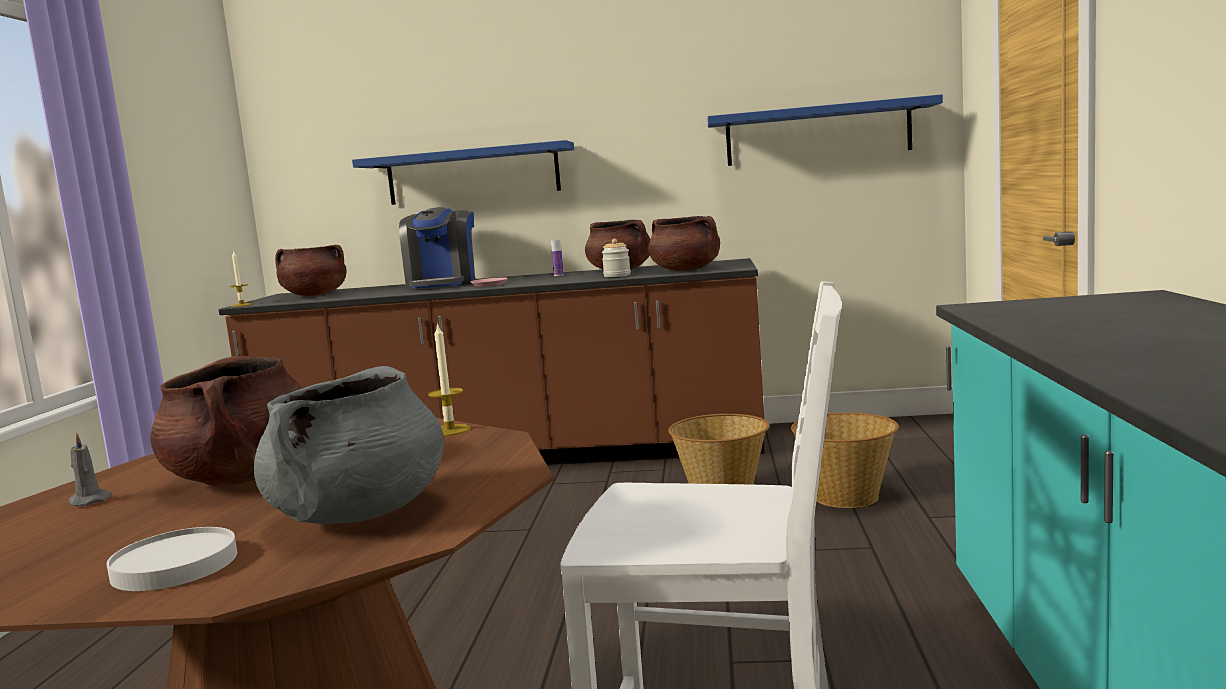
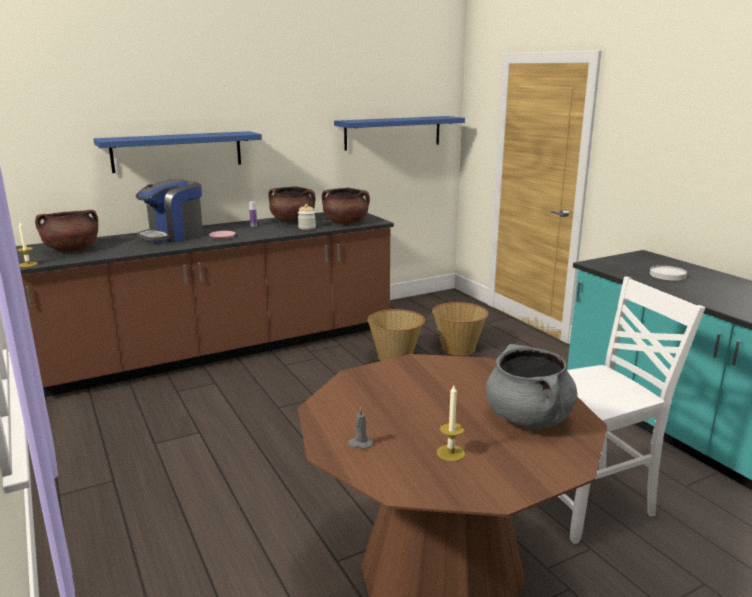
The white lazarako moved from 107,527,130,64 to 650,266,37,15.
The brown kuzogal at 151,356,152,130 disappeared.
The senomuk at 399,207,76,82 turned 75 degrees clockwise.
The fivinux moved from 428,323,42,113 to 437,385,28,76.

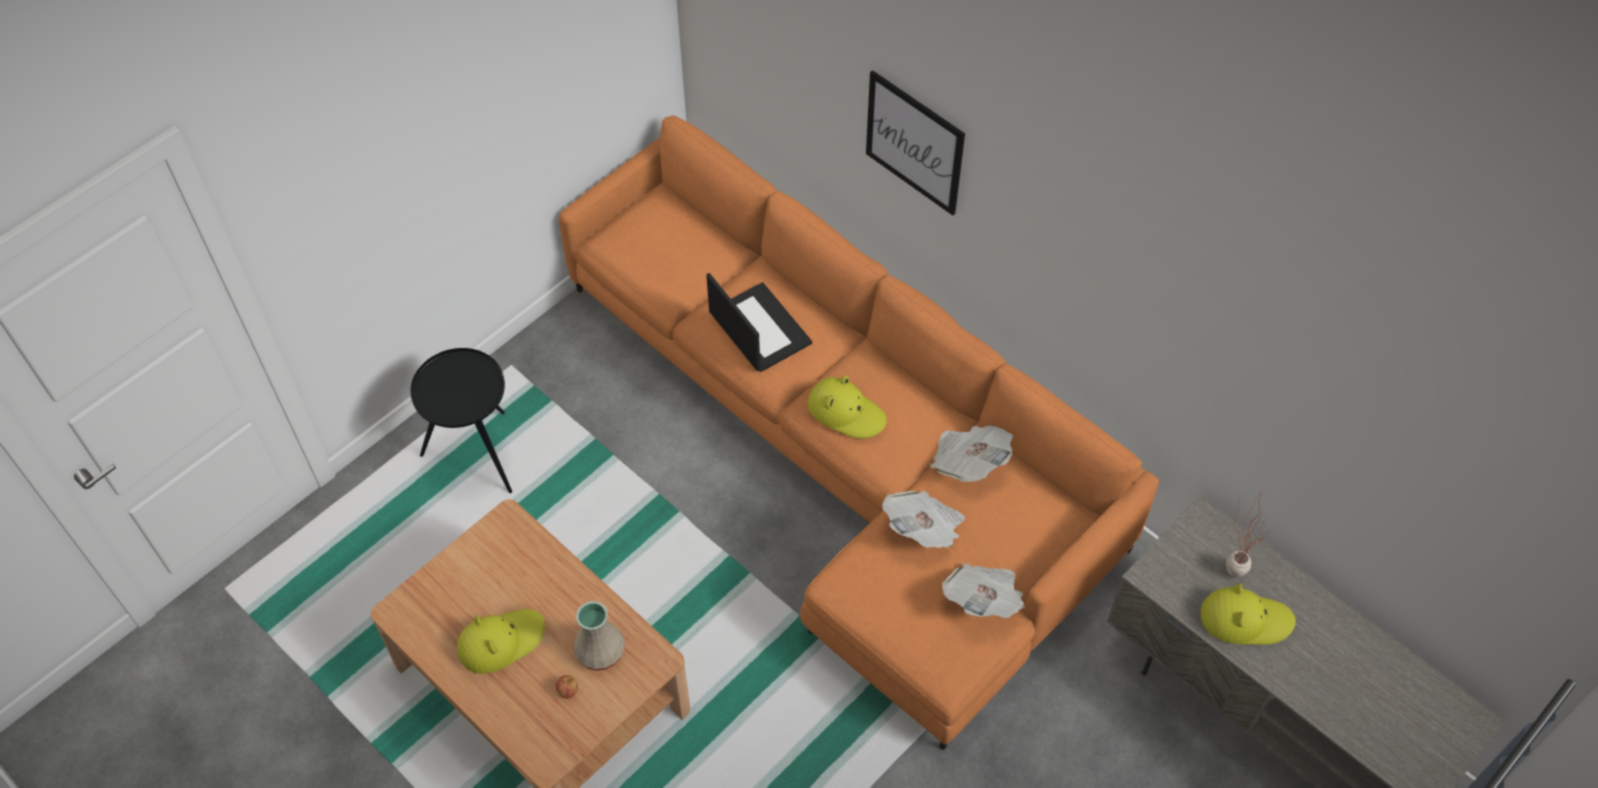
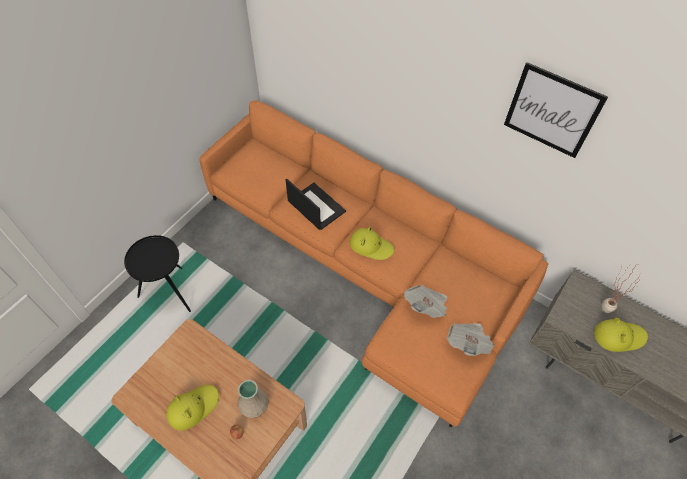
The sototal moved from 866,70,99,146 to 504,62,104,96.
The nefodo at 930,425,83,57 disappeared.

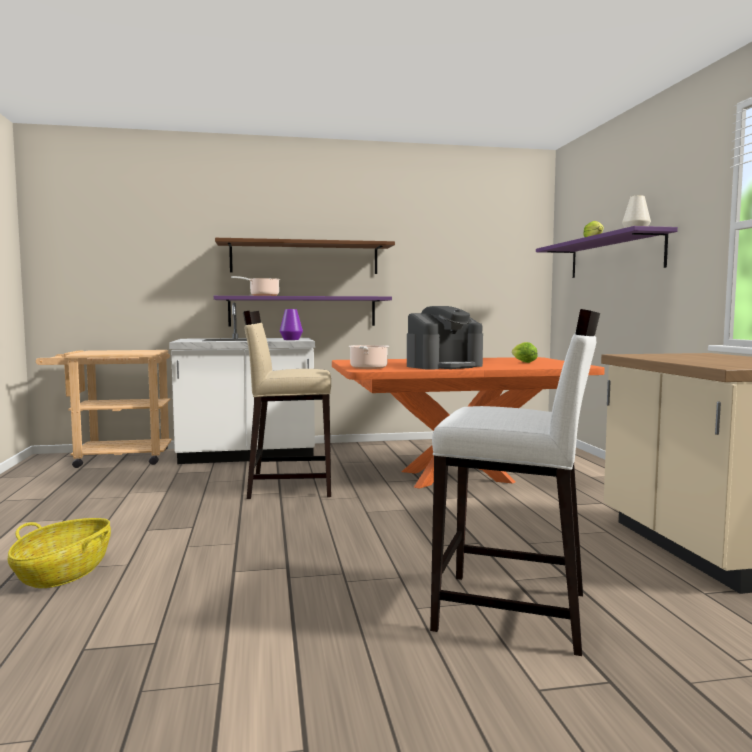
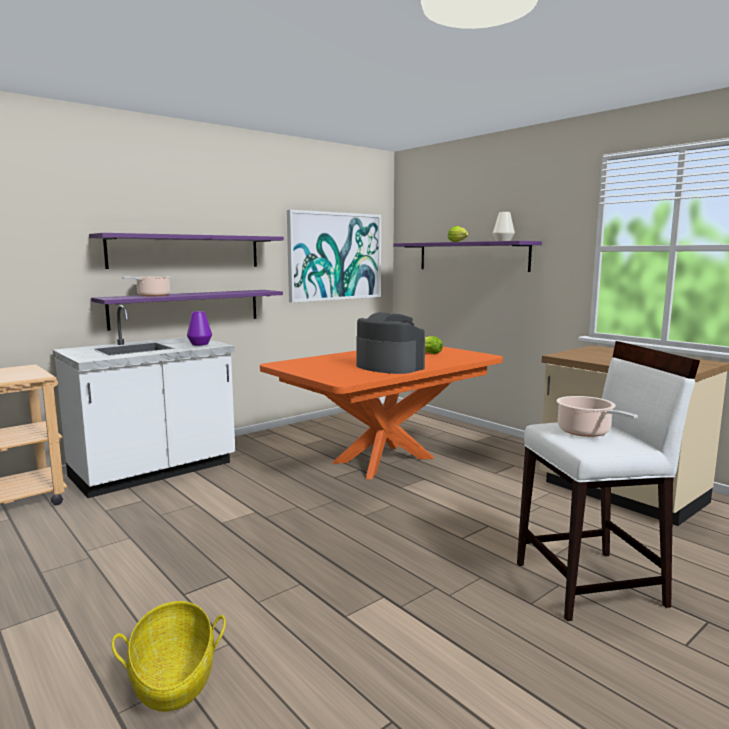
The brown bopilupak at 215,238,180,36 became the purple bopilupak at 89,233,195,36.
The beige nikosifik at 243,311,88,188 disappeared.
The kuzogal moved from 348,345,41,24 to 556,396,82,41.
The senomuk at 407,306,76,64 turned 75 degrees counterclockwise.
The sototal at 287,210,94,93 appeared.

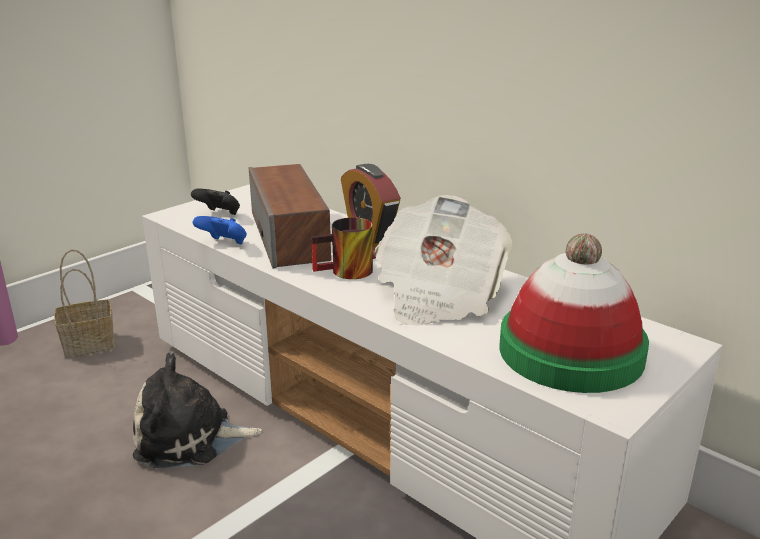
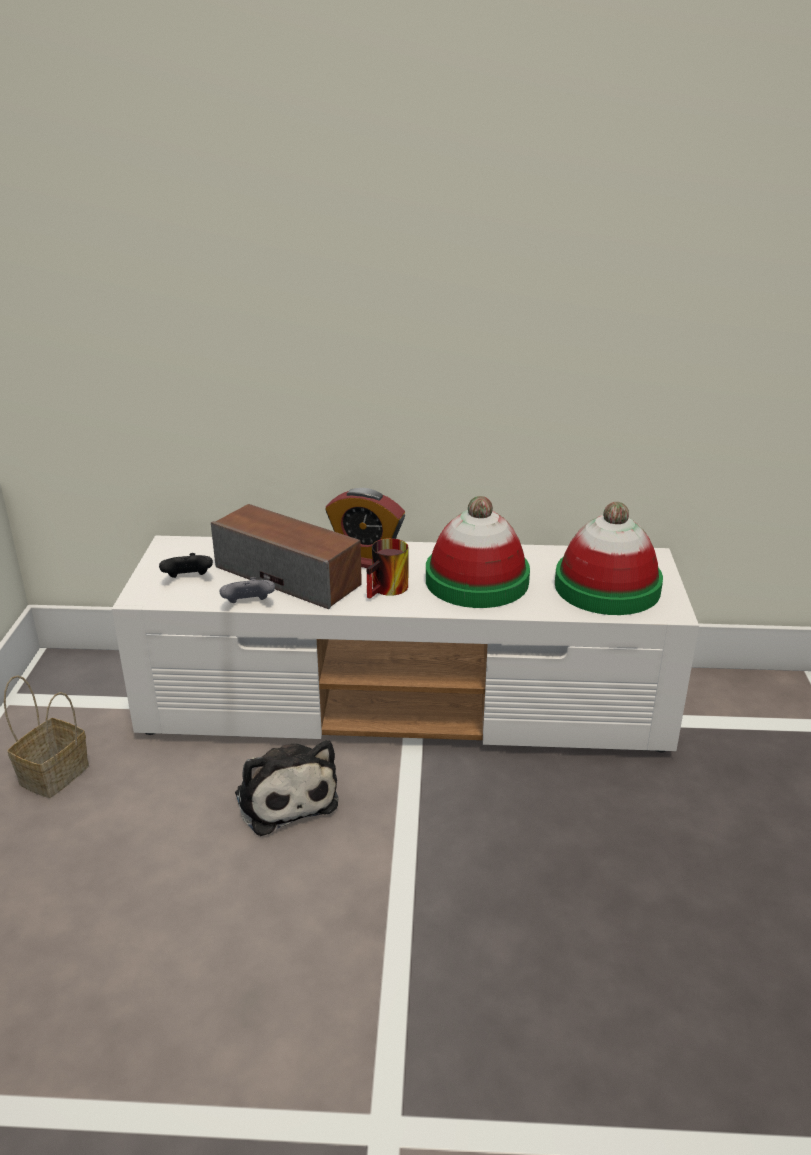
The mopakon at 133,352,129,116 turned 75 degrees counterclockwise.
The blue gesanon at 193,216,54,28 became the grey gesanon at 220,577,55,26.
The nefodo at 374,195,139,131 was replaced by the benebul at 426,496,104,112.

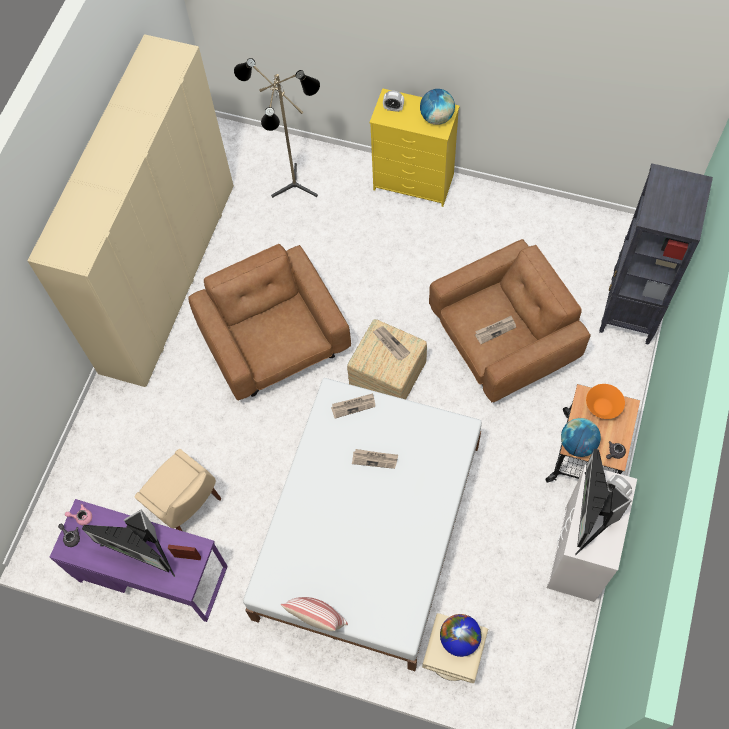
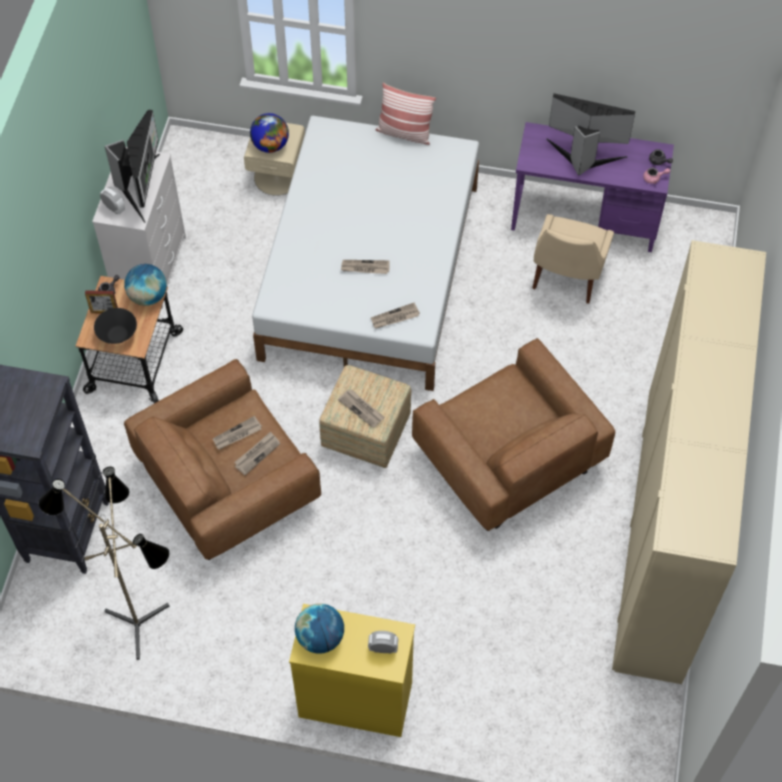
The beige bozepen at 134,449,87,82 turned 105 degrees counterclockwise.
The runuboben moved from 168,545,33,15 to 85,290,33,23.
The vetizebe moved from 234,58,86,140 to 38,467,132,193.
The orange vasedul at 586,384,39,35 became the black vasedul at 94,308,43,36.
The nefodo at 234,431,46,44 appeared.

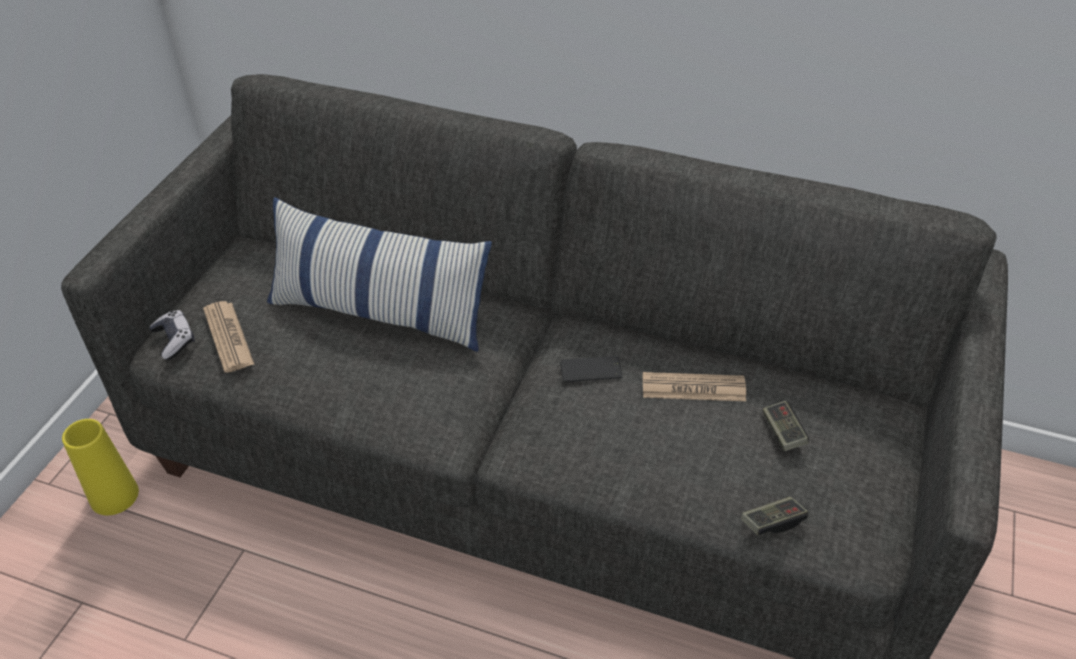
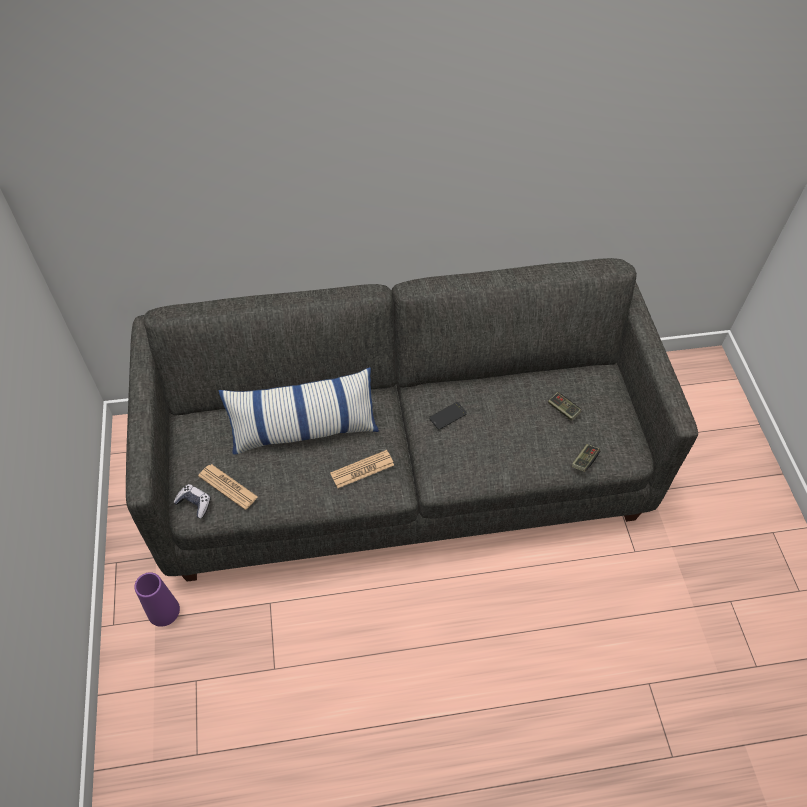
The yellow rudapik at 62,419,77,96 became the purple rudapik at 134,572,46,55.
The nefodo moved from 643,372,103,29 to 330,450,64,38.

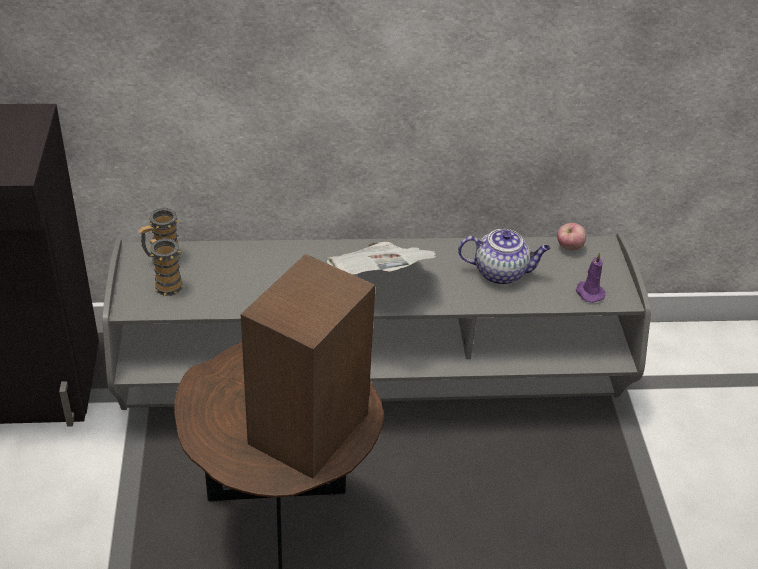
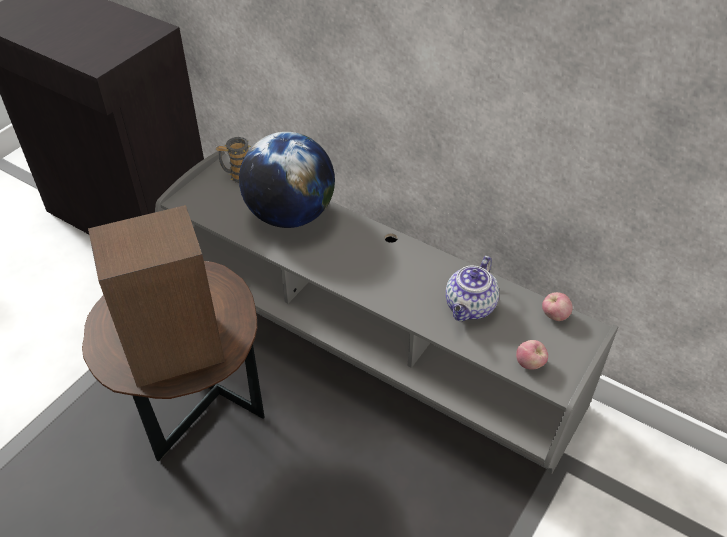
The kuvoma at 149,239,35,57 disappeared.
The nefodo at 327,242,109,32 disappeared.
The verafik at 458,229,93,56 turned 75 degrees clockwise.
The purple fivinux at 576,252,29,51 was replaced by the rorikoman at 516,340,32,30.
The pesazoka at 239,132,96,96 appeared.

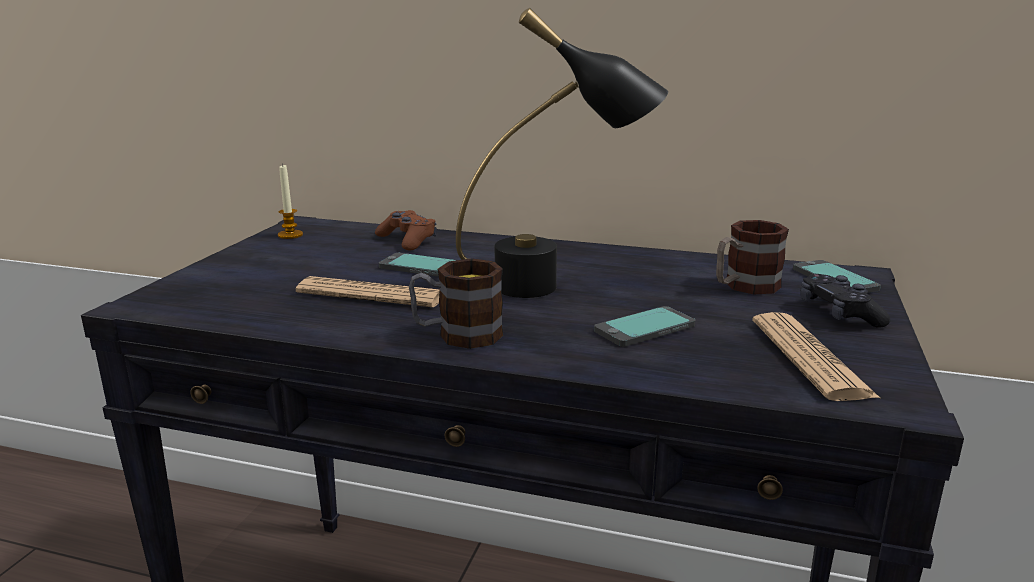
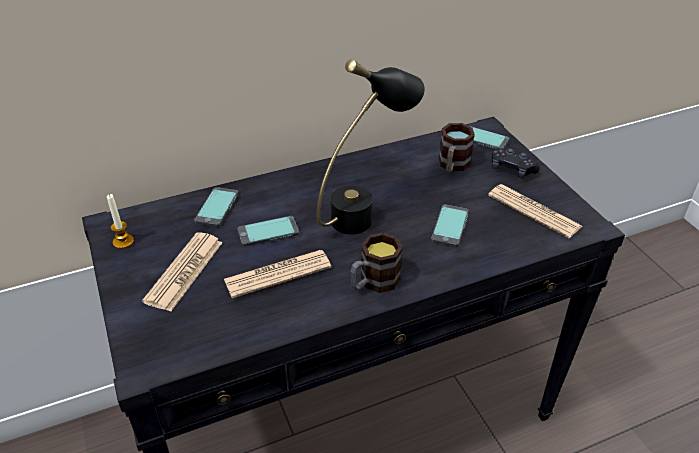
The brown gesanon at 375,210,62,41 was replaced by the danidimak at 194,187,44,40.
The nefodo at 142,232,81,79 appeared.

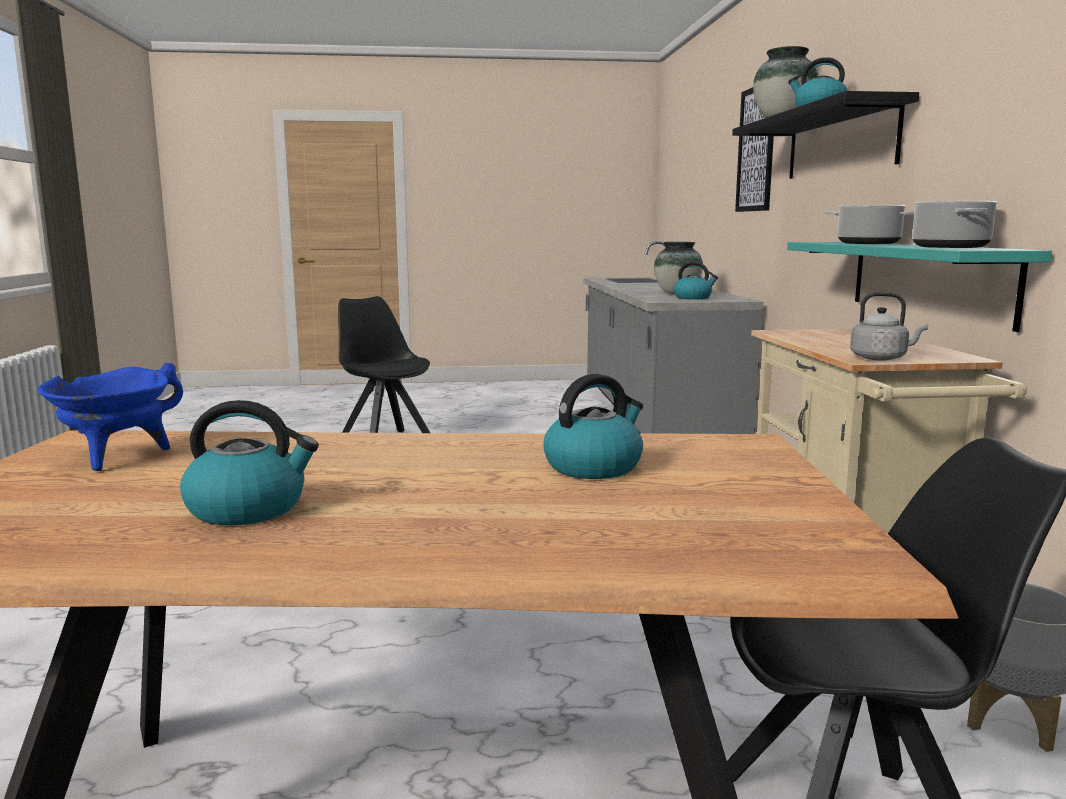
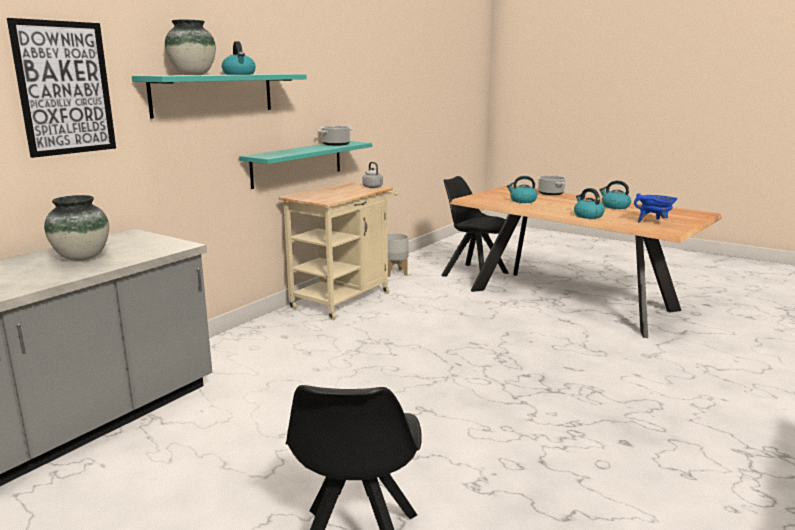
The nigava moved from 674,262,44,37 to 574,188,31,31.
The black bopilupak at 732,91,187,88 became the turquoise bopilupak at 132,74,175,45.
The kuzogal moved from 824,205,90,39 to 538,175,29,20.

